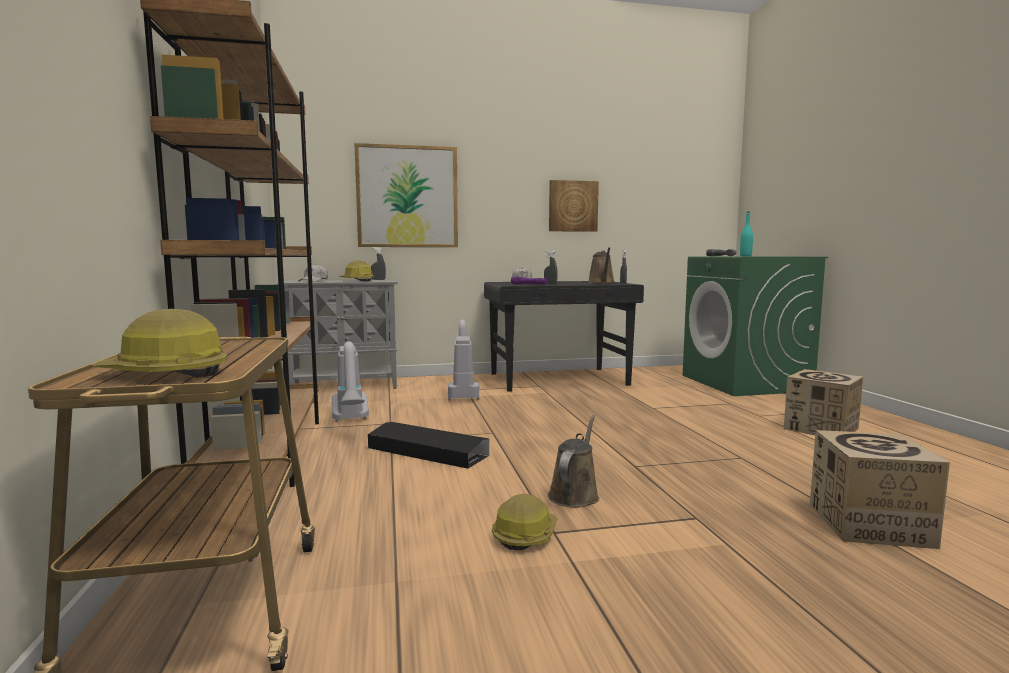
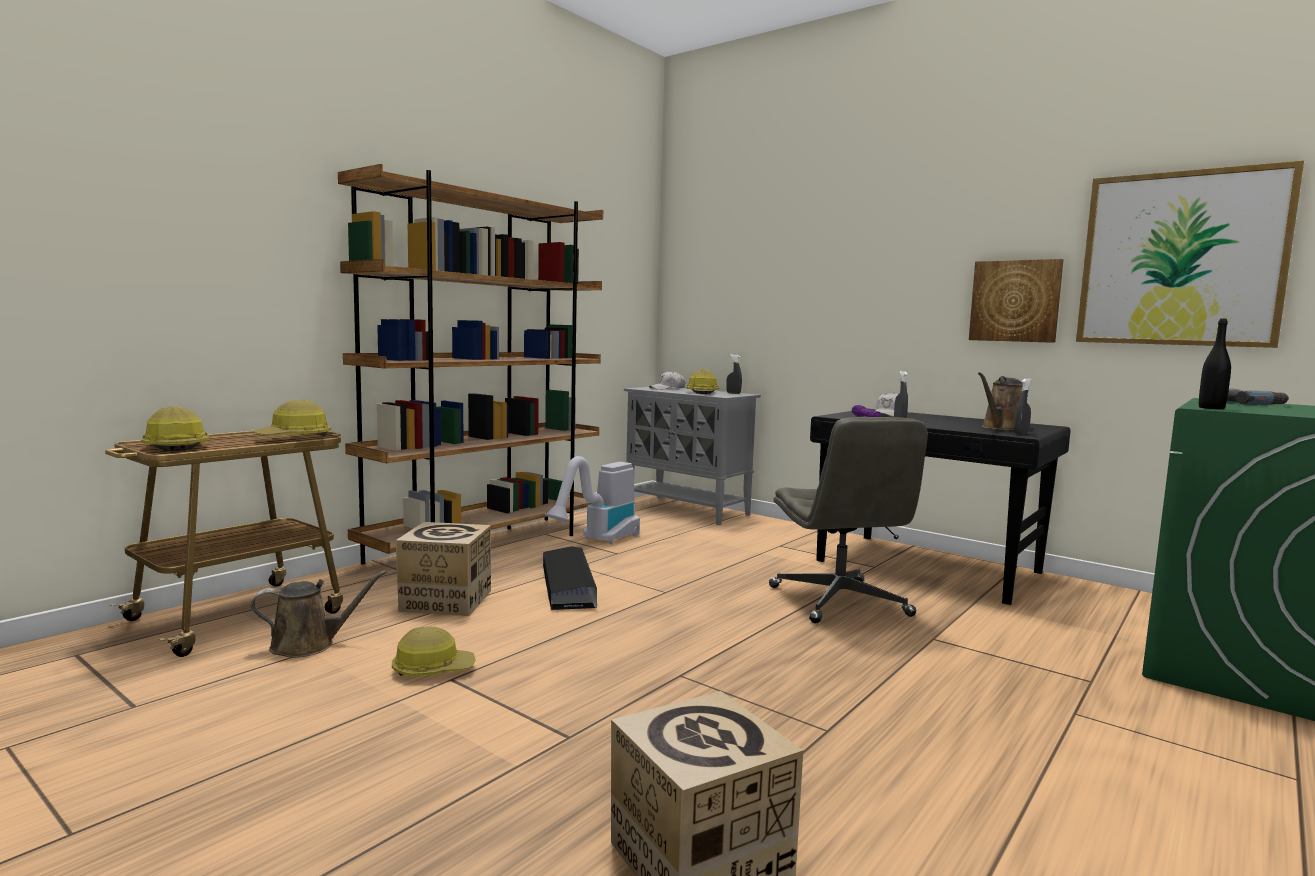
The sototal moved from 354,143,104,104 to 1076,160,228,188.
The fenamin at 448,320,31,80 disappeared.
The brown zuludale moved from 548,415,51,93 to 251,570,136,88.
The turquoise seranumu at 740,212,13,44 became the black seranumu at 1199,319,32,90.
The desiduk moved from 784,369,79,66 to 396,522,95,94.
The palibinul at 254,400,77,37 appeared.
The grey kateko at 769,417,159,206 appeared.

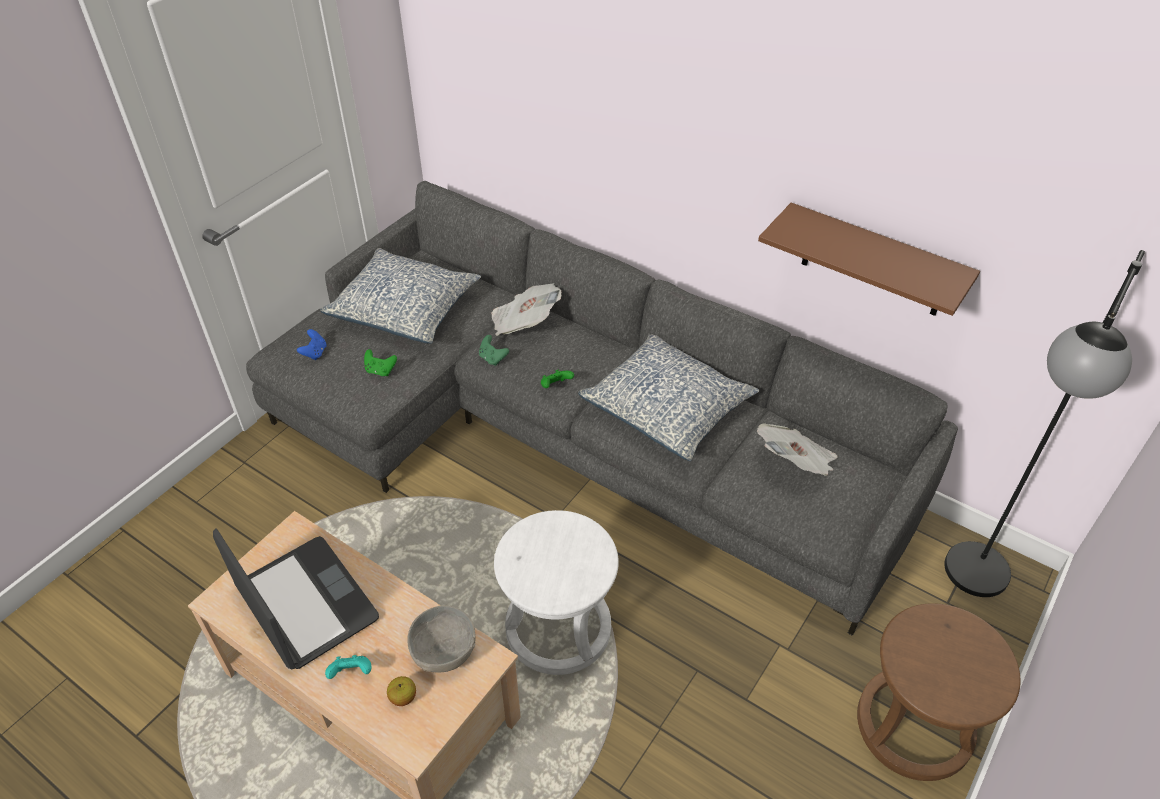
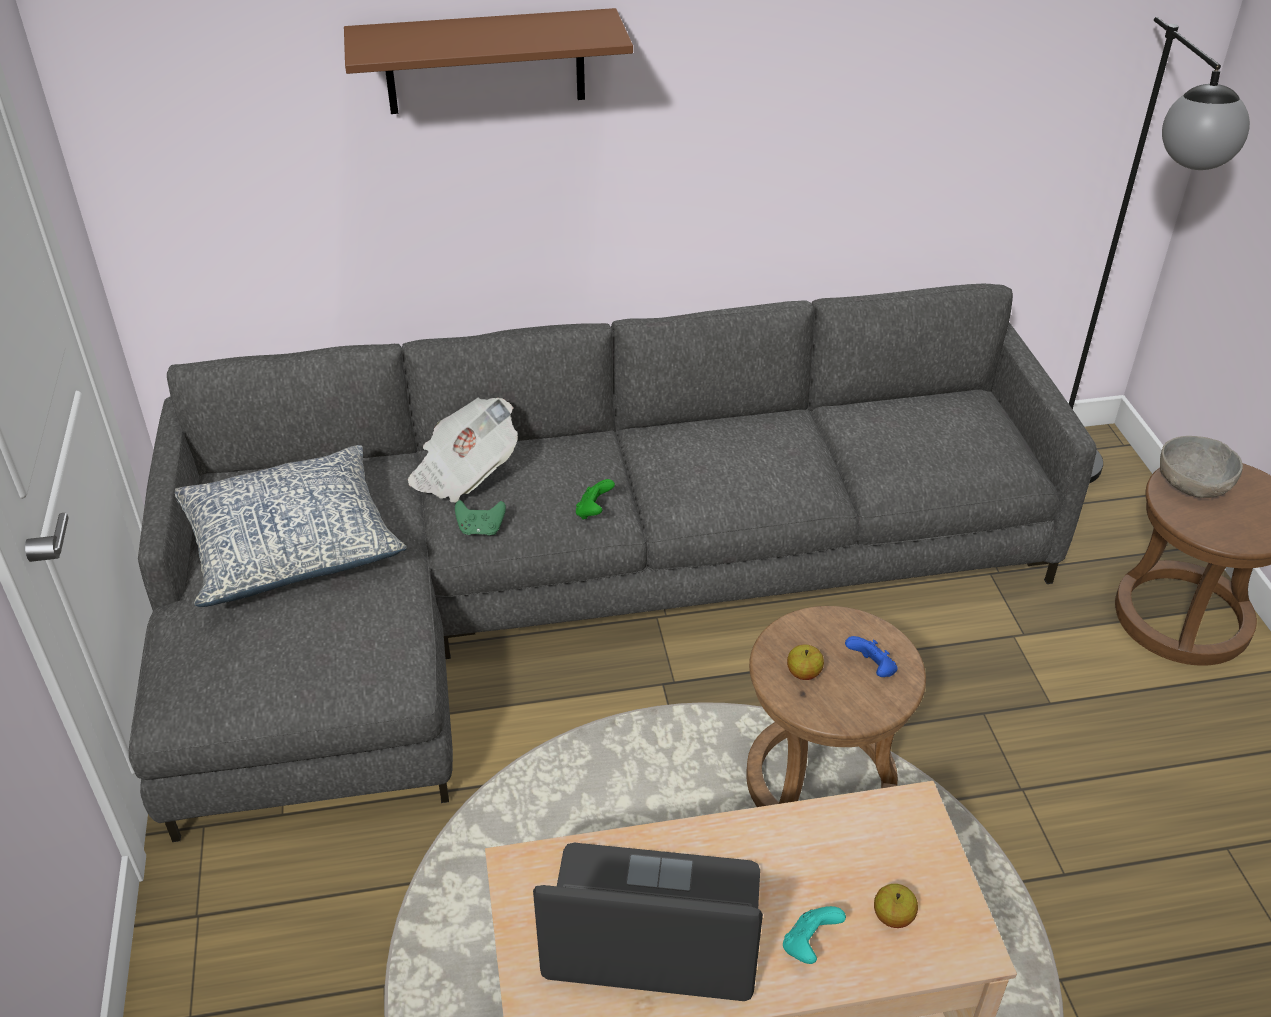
The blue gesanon moved from 297,329,30,31 to 845,636,53,41.
The green gesanon at 364,349,33,27 disappeared.
The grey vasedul moved from 407,605,69,68 to 1160,436,83,62.
The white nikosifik at 494,510,125,165 became the brown nikosifik at 746,606,180,201.
The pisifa at 578,334,181,127 disappeared.
The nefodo at 757,423,81,53 disappeared.
The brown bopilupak moved from 758,203,222,113 to 344,8,289,106.
The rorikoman at 787,644,37,36 appeared.

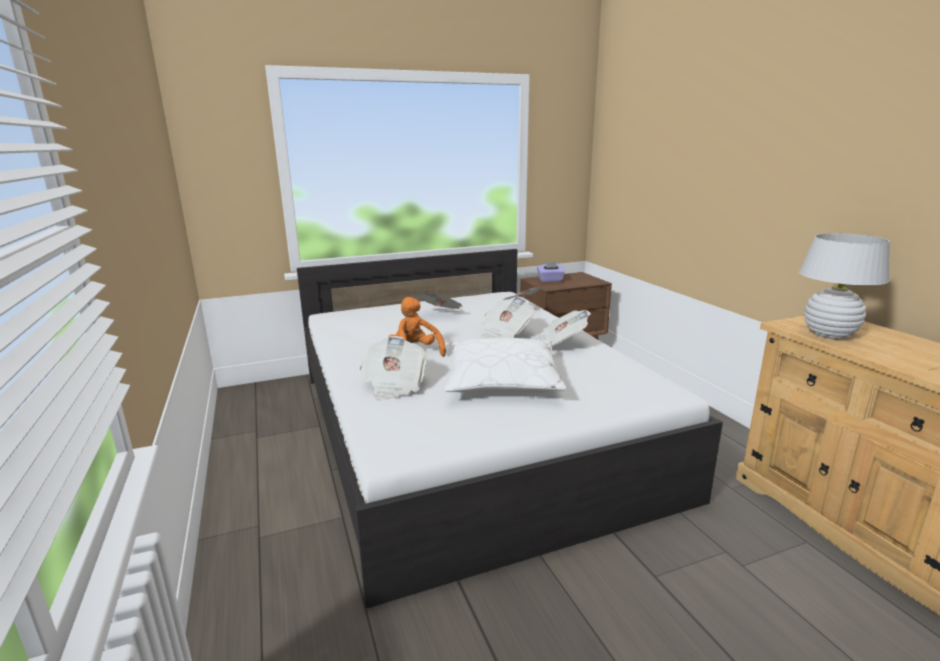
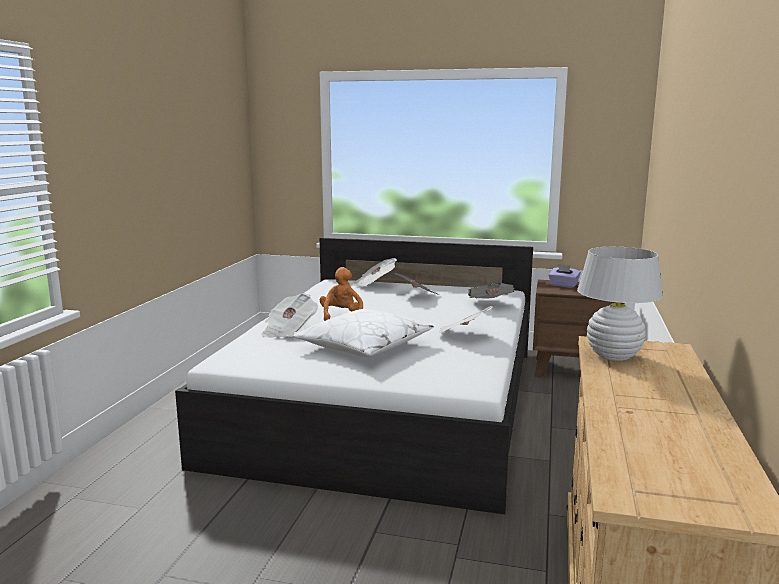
The nefodo moved from 480,297,55,42 to 351,258,46,29.

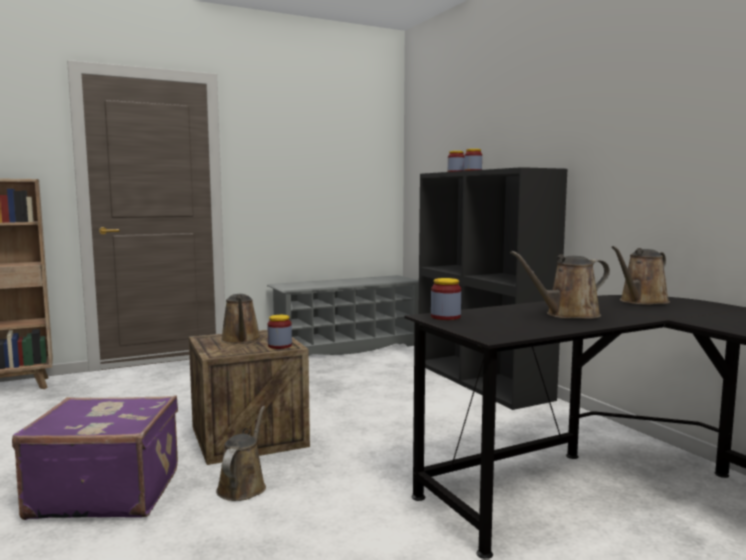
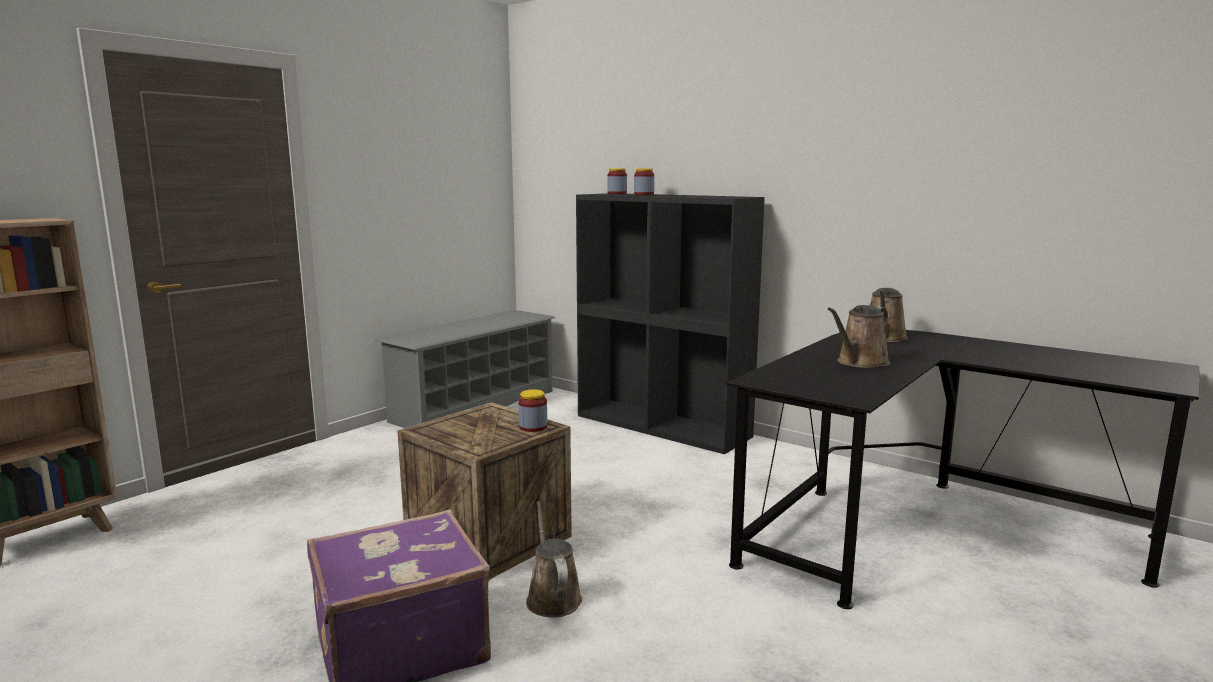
The brown zuludale at 221,294,40,50 disappeared.
The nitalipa at 431,278,30,42 disappeared.

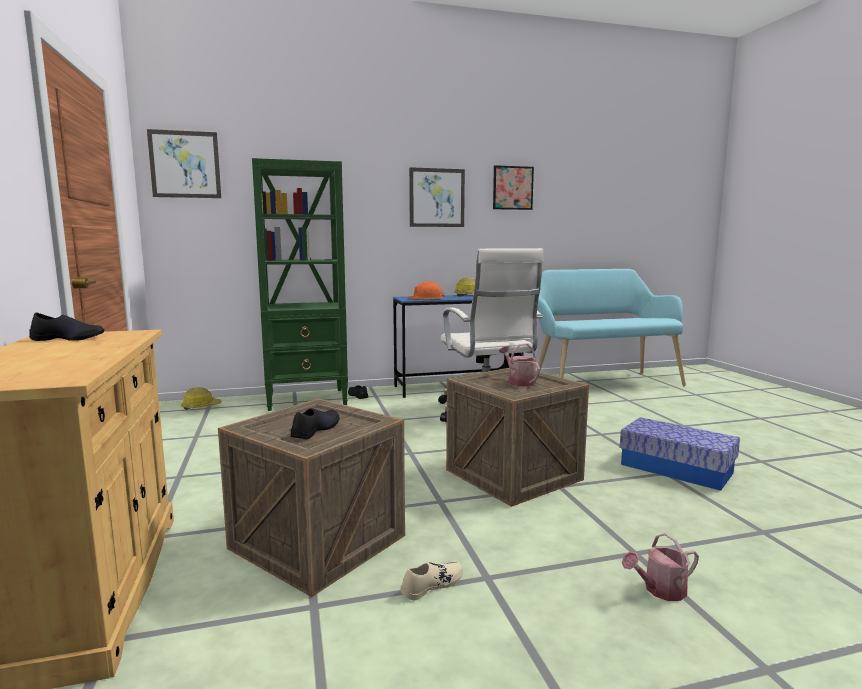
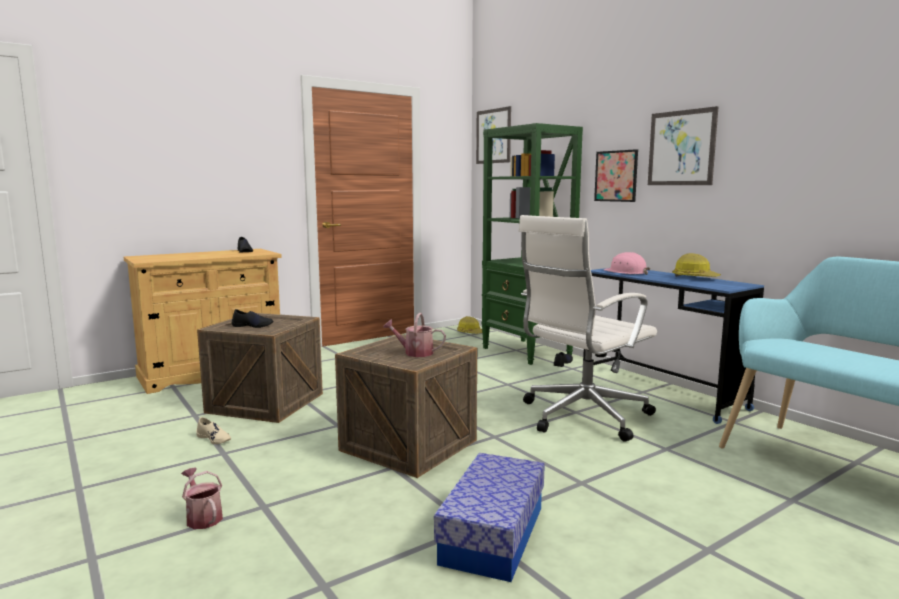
The orange palibinul at 408,281,37,18 became the pink palibinul at 603,252,47,23.
The sototal moved from 493,165,41,45 to 594,149,44,53.
The zuludale at 499,344,41,42 turned 120 degrees counterclockwise.

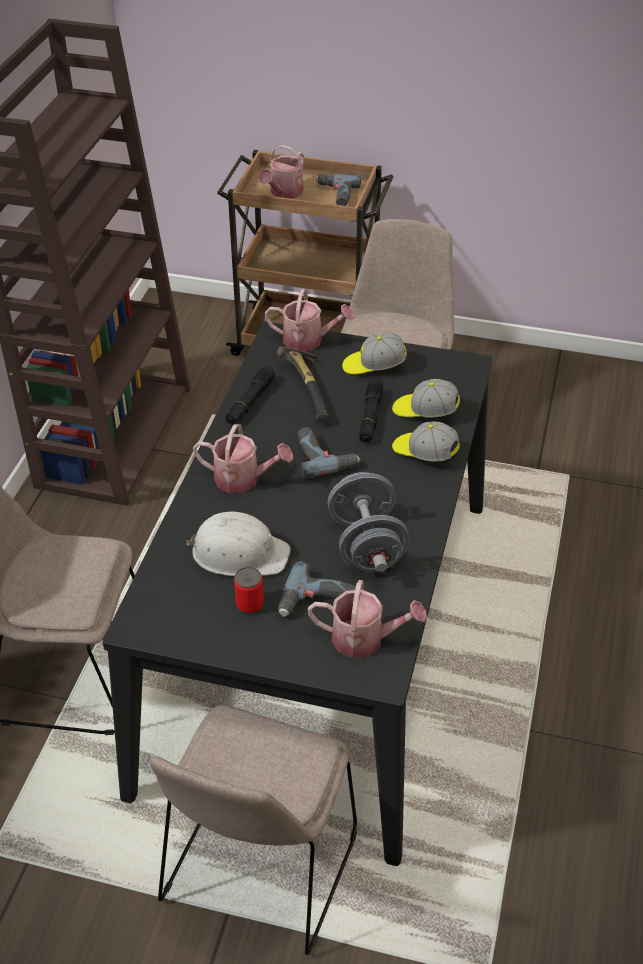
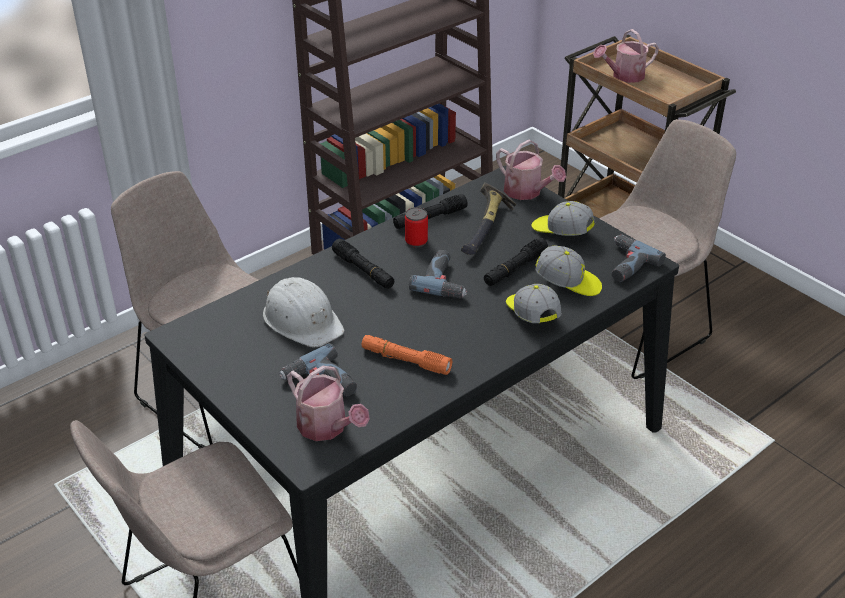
The zuludale at 193,424,100,69 was replaced by the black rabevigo at 332,239,62,50.
The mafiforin moved from 234,567,30,47 to 405,207,23,40.
The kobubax moved from 316,174,45,32 to 612,235,54,47.
The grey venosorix at 328,472,81,100 was replaced by the orange rabevigo at 362,335,90,40.
The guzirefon at 392,379,68,39 turned 150 degrees clockwise.

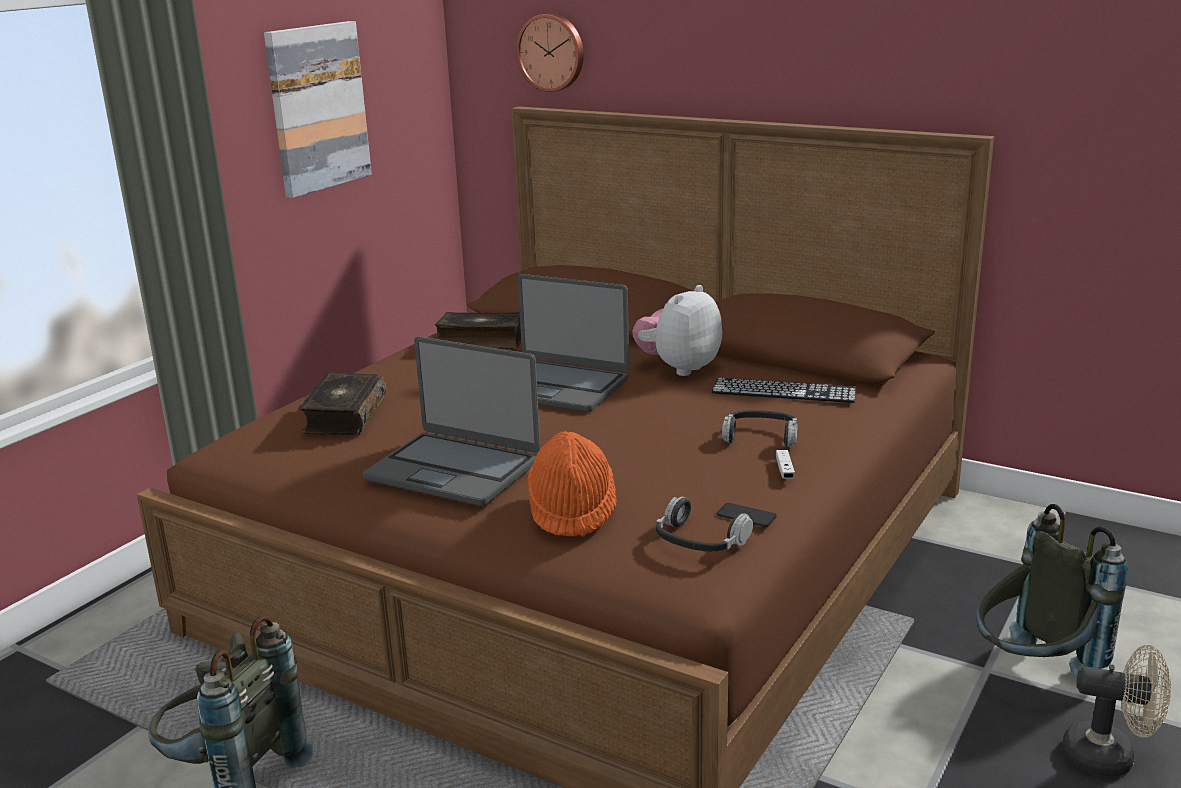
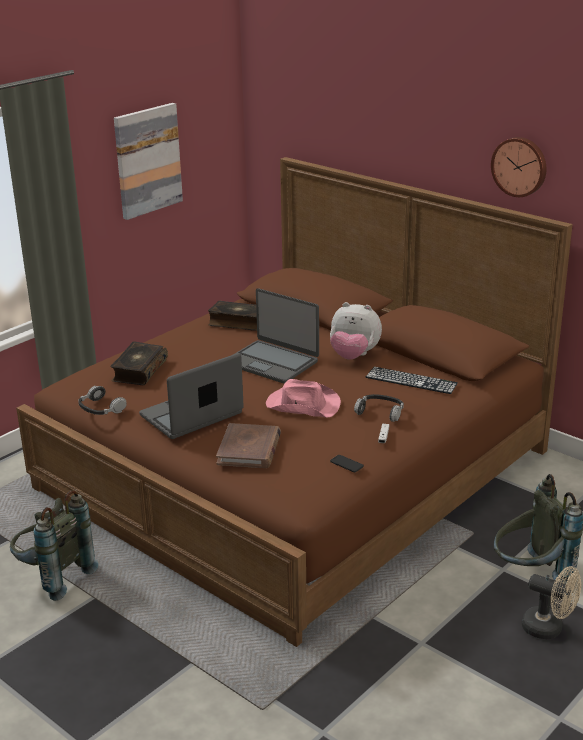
The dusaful at 363,336,177,170 turned 105 degrees clockwise.
The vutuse moved from 516,13,68,79 to 491,137,55,60.
The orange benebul at 527,431,90,105 was replaced by the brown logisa at 216,423,65,45.
The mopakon at 632,285,90,91 turned 120 degrees counterclockwise.
The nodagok moved from 656,497,97,55 to 78,386,49,29.
The pink benebul at 266,379,75,39 appeared.

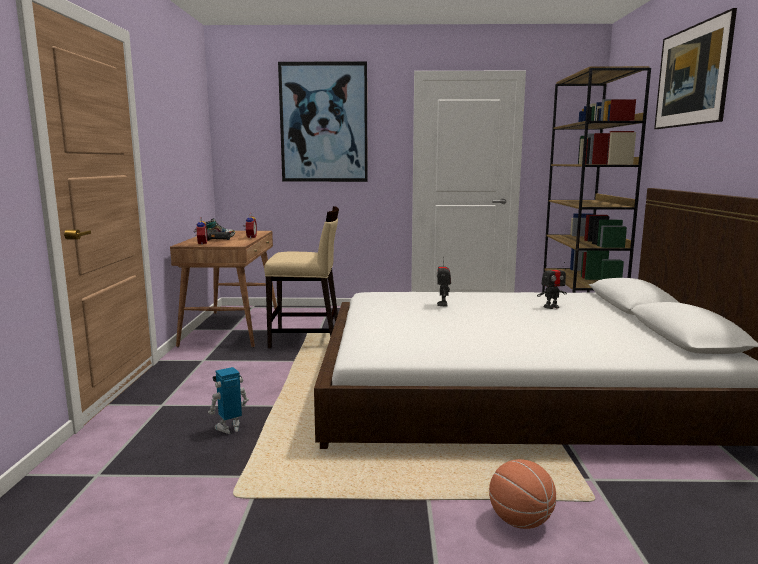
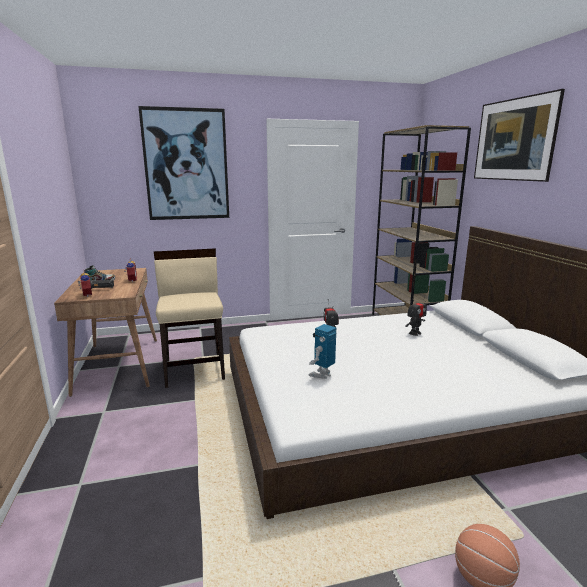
The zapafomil moved from 208,367,41,67 to 308,324,29,55.
The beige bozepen at 264,206,75,142 turned 90 degrees counterclockwise.

